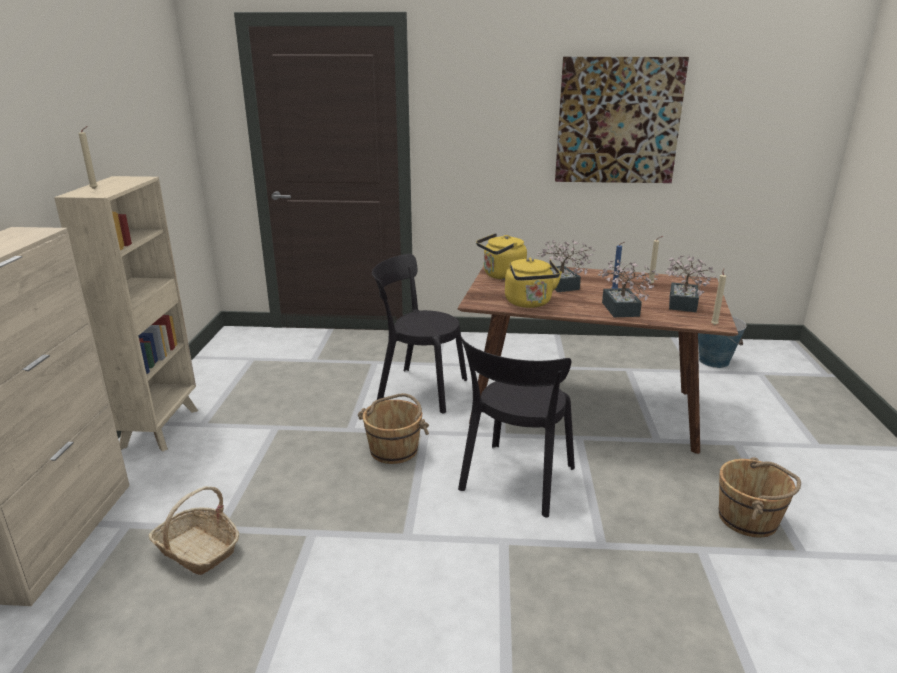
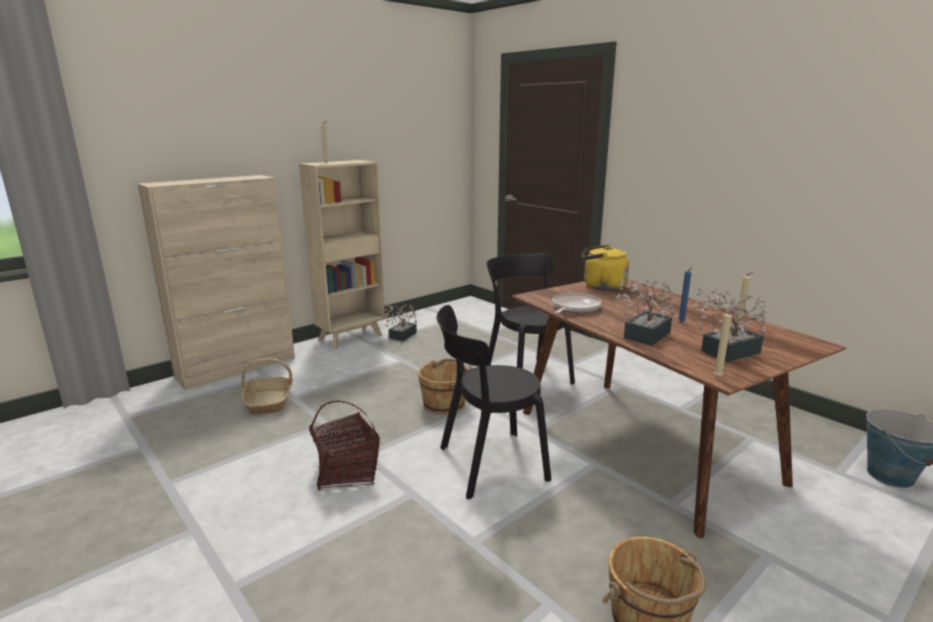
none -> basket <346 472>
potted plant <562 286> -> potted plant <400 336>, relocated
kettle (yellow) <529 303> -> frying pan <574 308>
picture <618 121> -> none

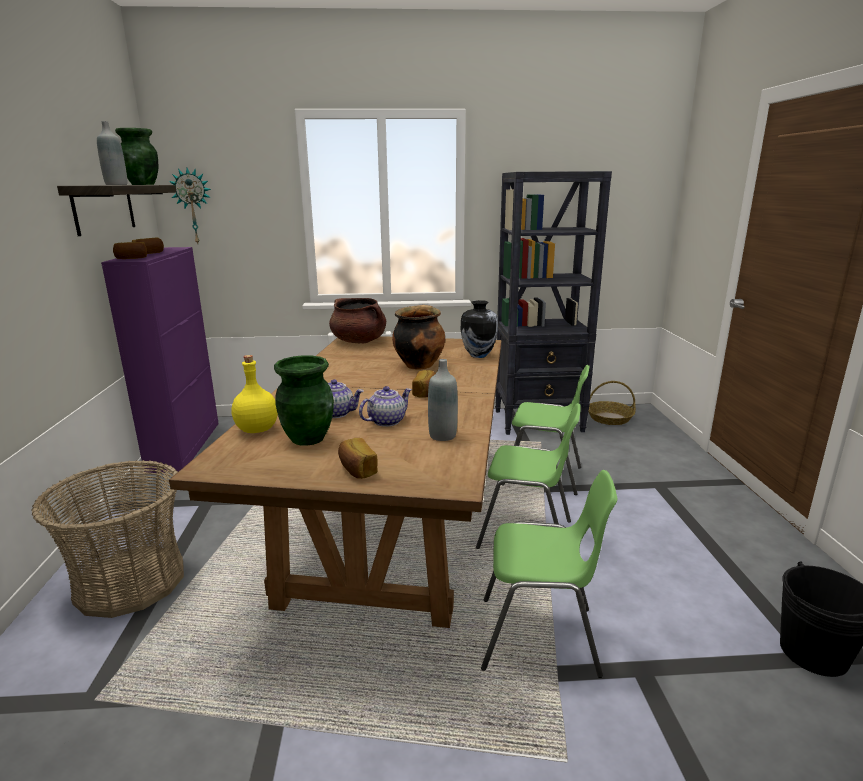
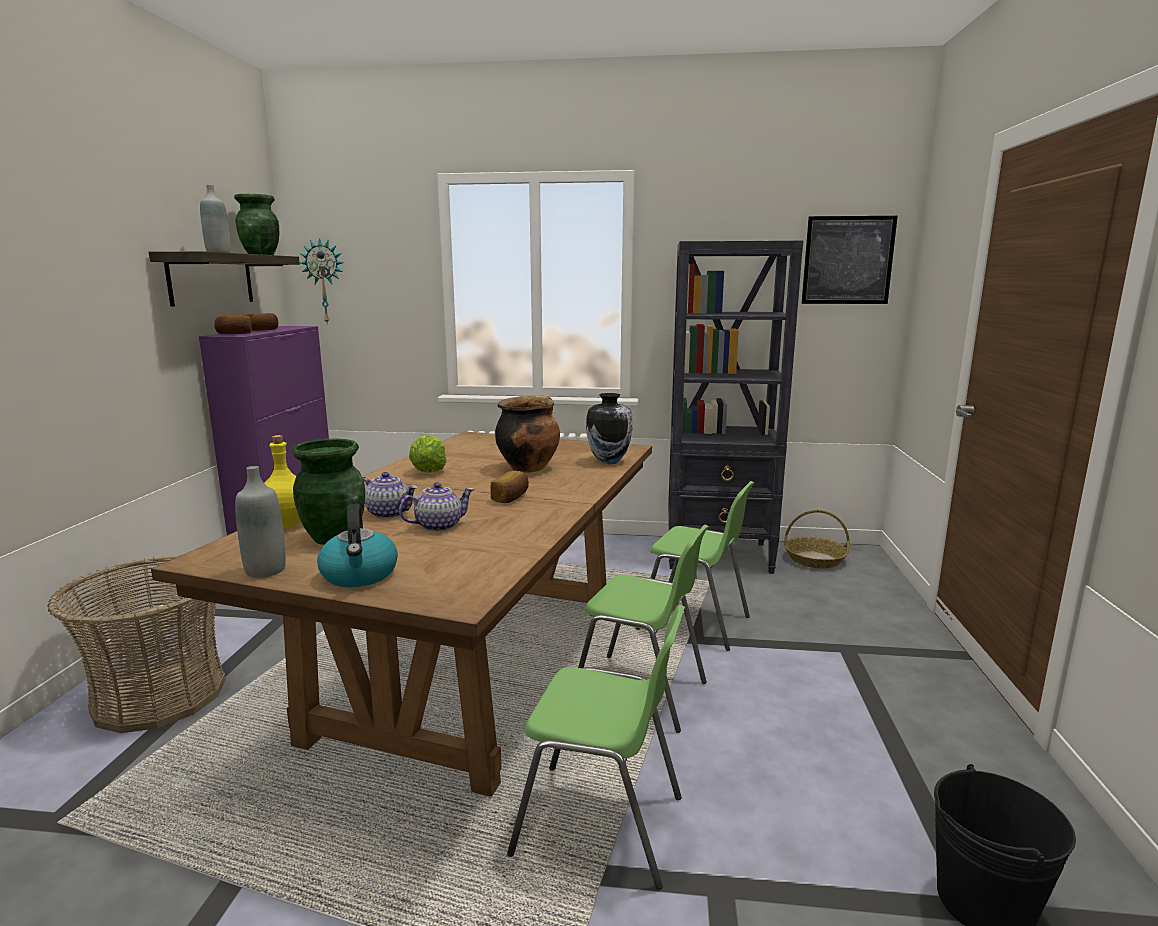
bottle (grey) <442 435> -> bottle (grey) <265 570>, relocated
bread <356 469> -> kettle <360 575>
none -> lettuce <429 471>
none -> picture <848 260>
cooking pot (brown) <359 341> -> none

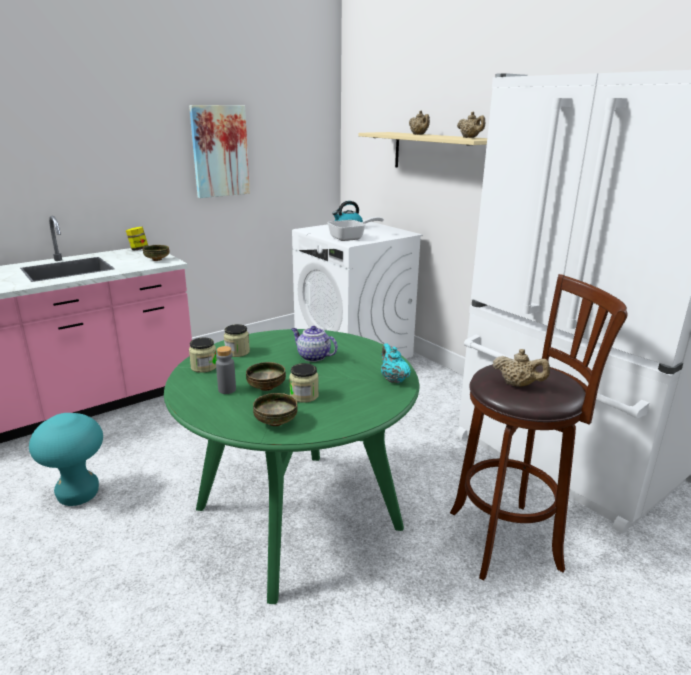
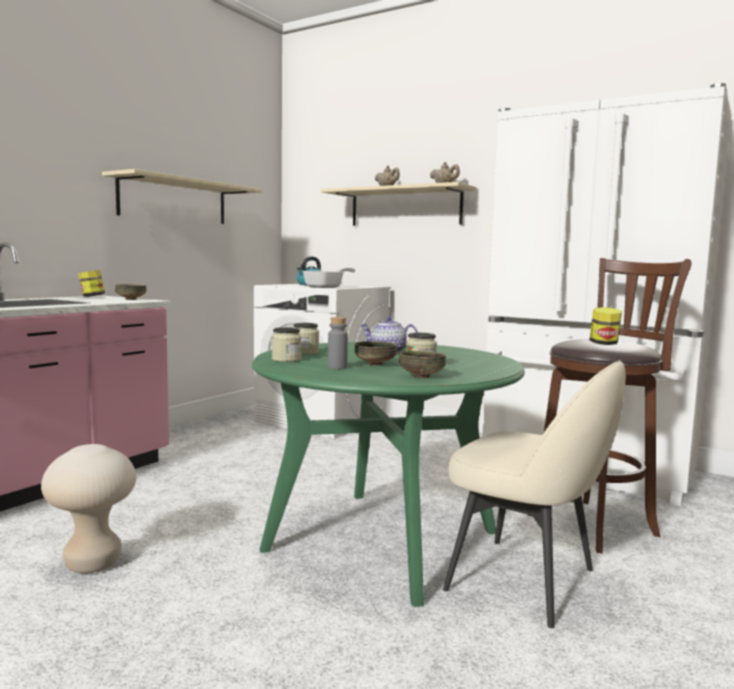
stool (turquoise) <78 495> -> stool (beige) <93 563>
picture <220 151> -> shelf (beige) <174 201>
none -> chair (beige) <525 581>
teapot (beige) <518 385> -> jar <604 344>
teapot (turquoise) <393 379> -> none

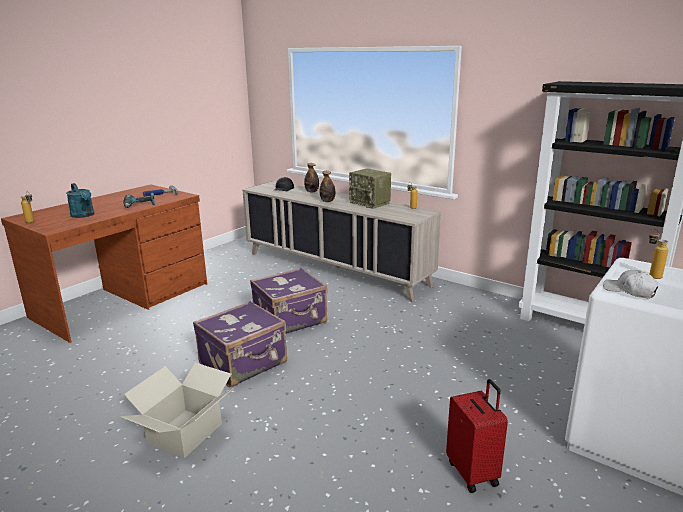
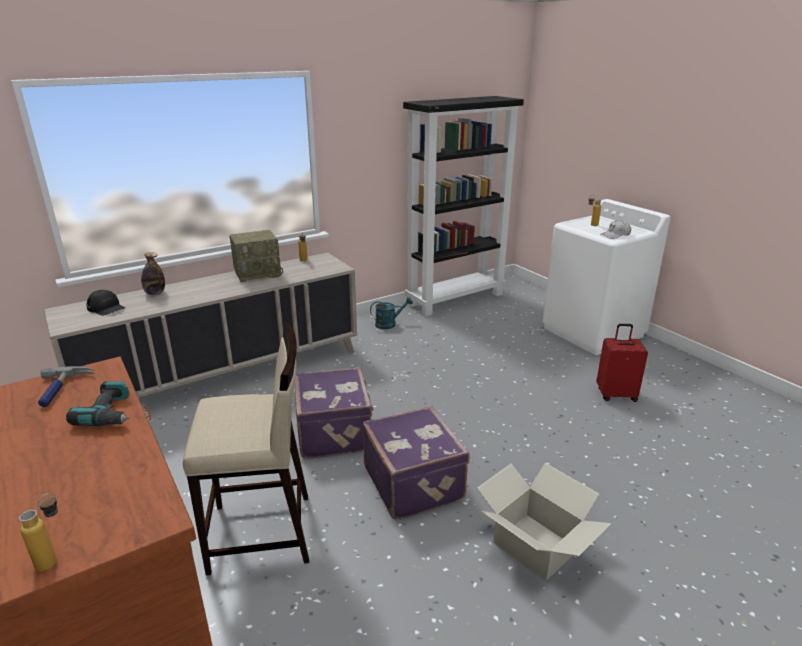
none -> stool (beige) <262 533>
watering can (turquoise) <84 215> -> watering can (turquoise) <389 324>, relocated
bottle <327 201> -> none

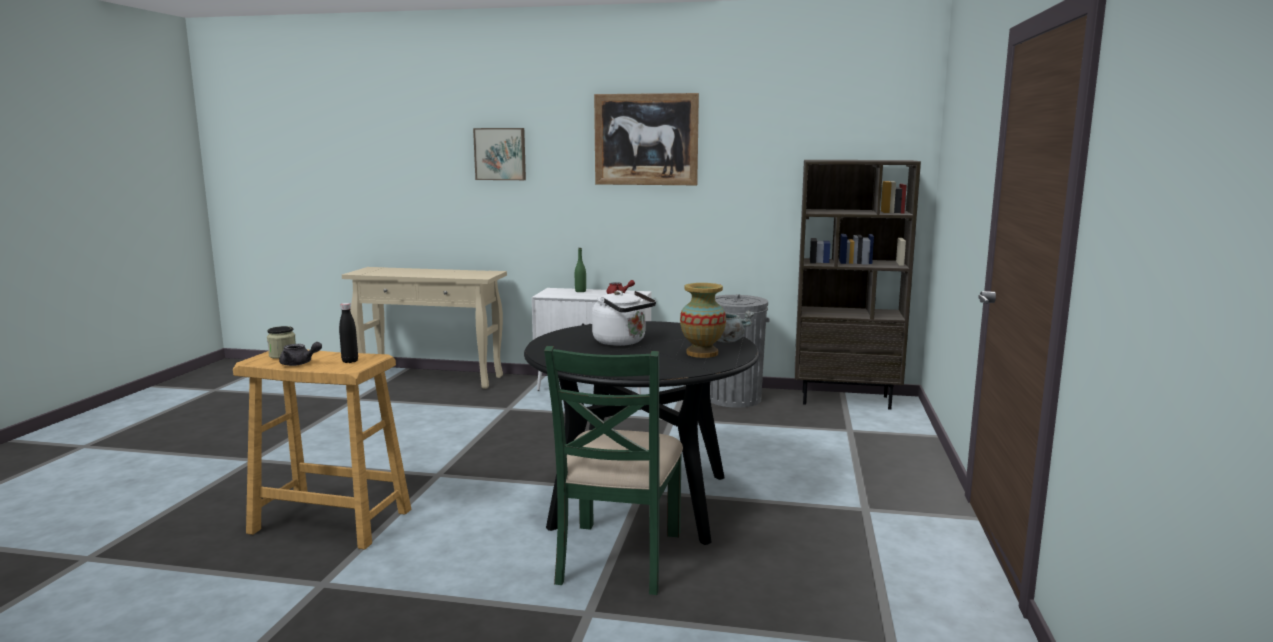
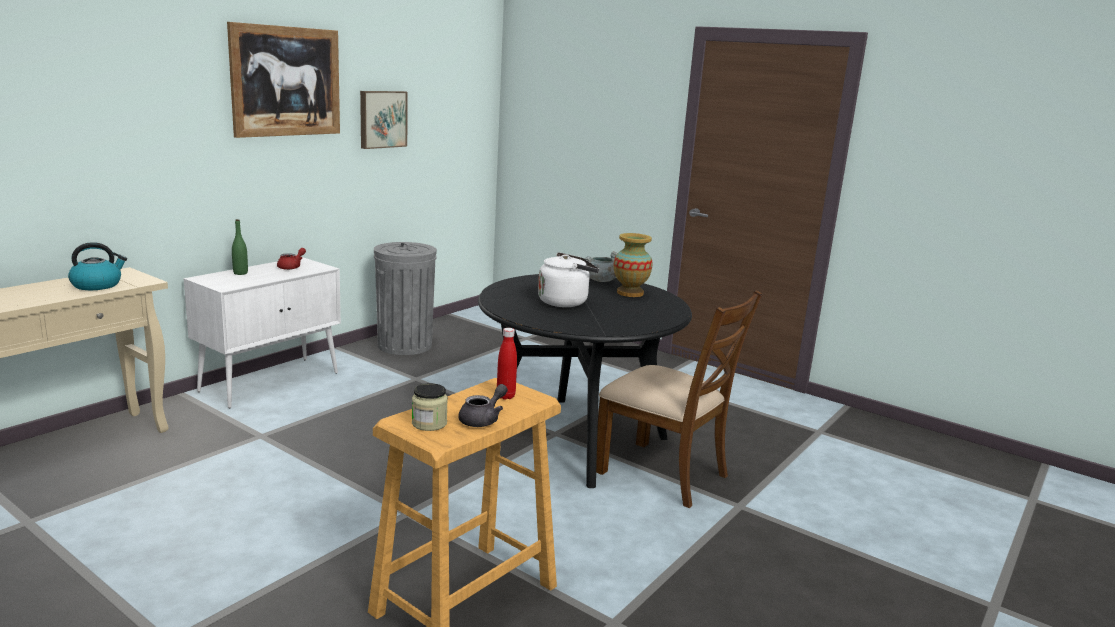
none -> kettle <97 285>
picture <500 154> -> picture <382 119>, relocated
bottle (black) <350 361> -> bottle (red) <505 396>
chair (green) <618 557> -> chair (brown) <663 473>
bookcase (brown) <846 400> -> none

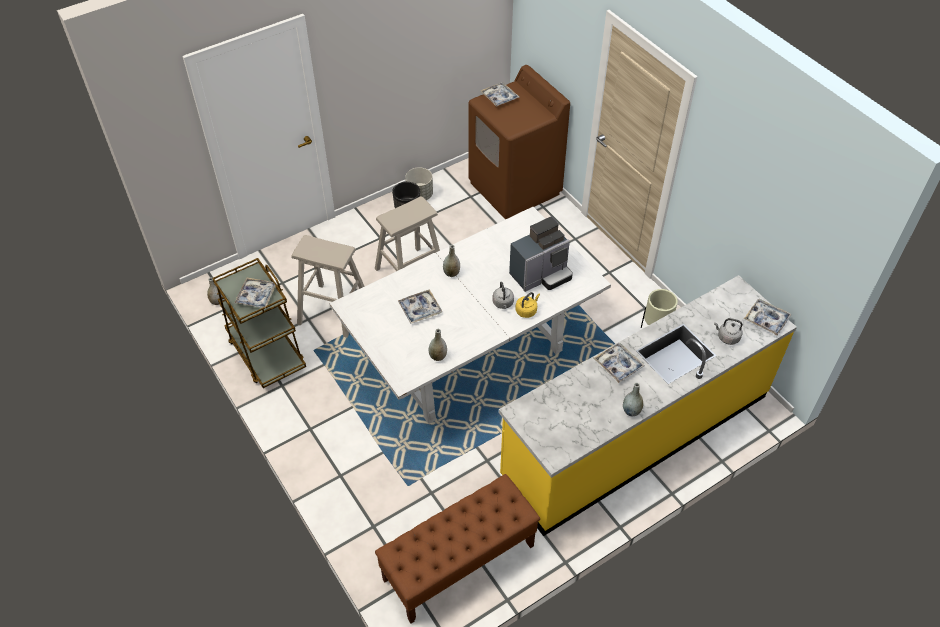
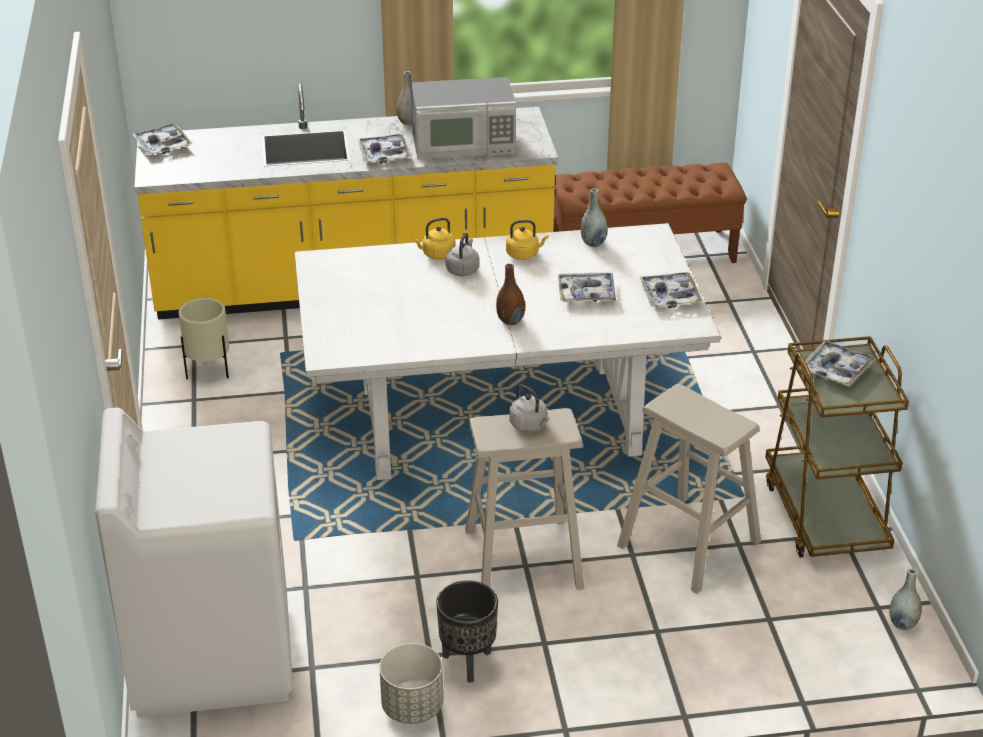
washing machine (brown) <515 188> -> washing machine (white) <211 654>
none -> microwave <464 144>
vase (grey) <451 273> -> vase (brown) <510 320>
none -> kettle (yellow) <524 254>
kettle (grey) <727 337> -> kettle (grey) <529 425>, relocated
tray <499 97> -> tray <670 296>, relocated
coffee machine <541 275> -> none

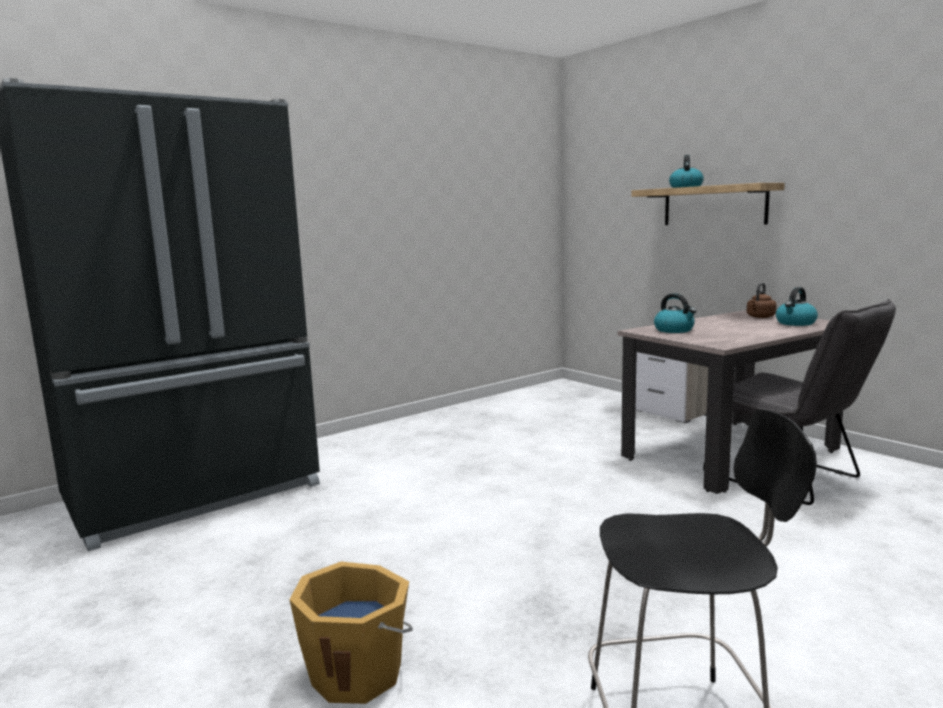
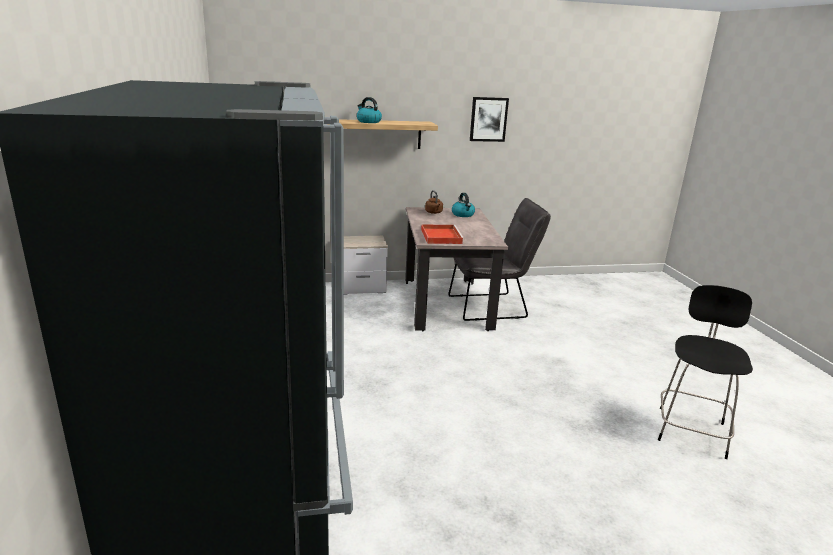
kettle <674 330> -> tray (red) <440 236>
none -> picture <488 119>
bucket (orange) <358 672> -> none

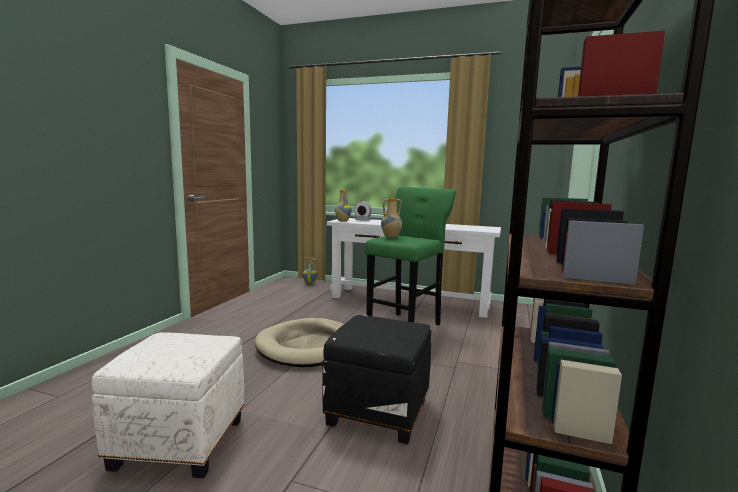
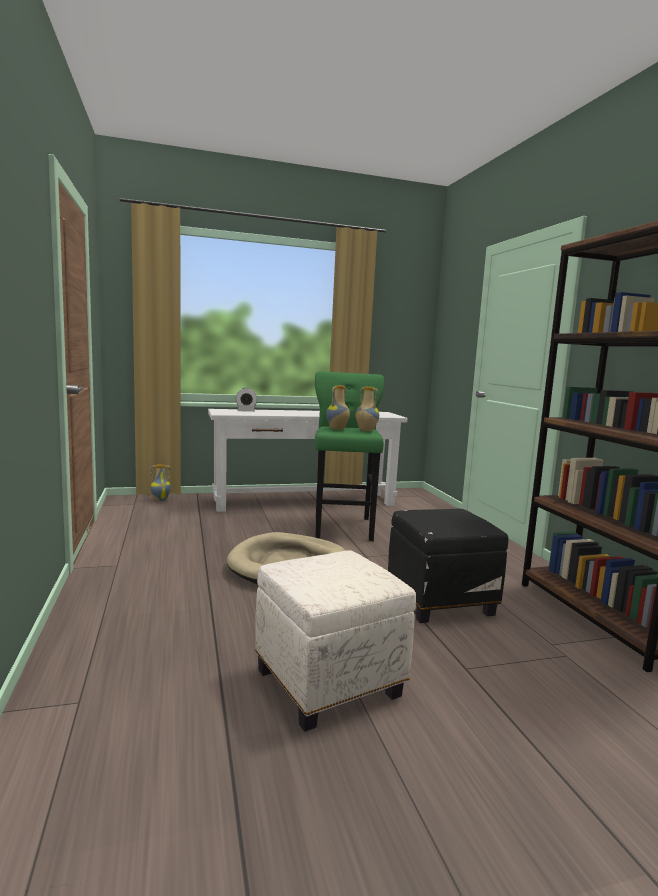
vase <342 221> -> vase <365 430>, relocated

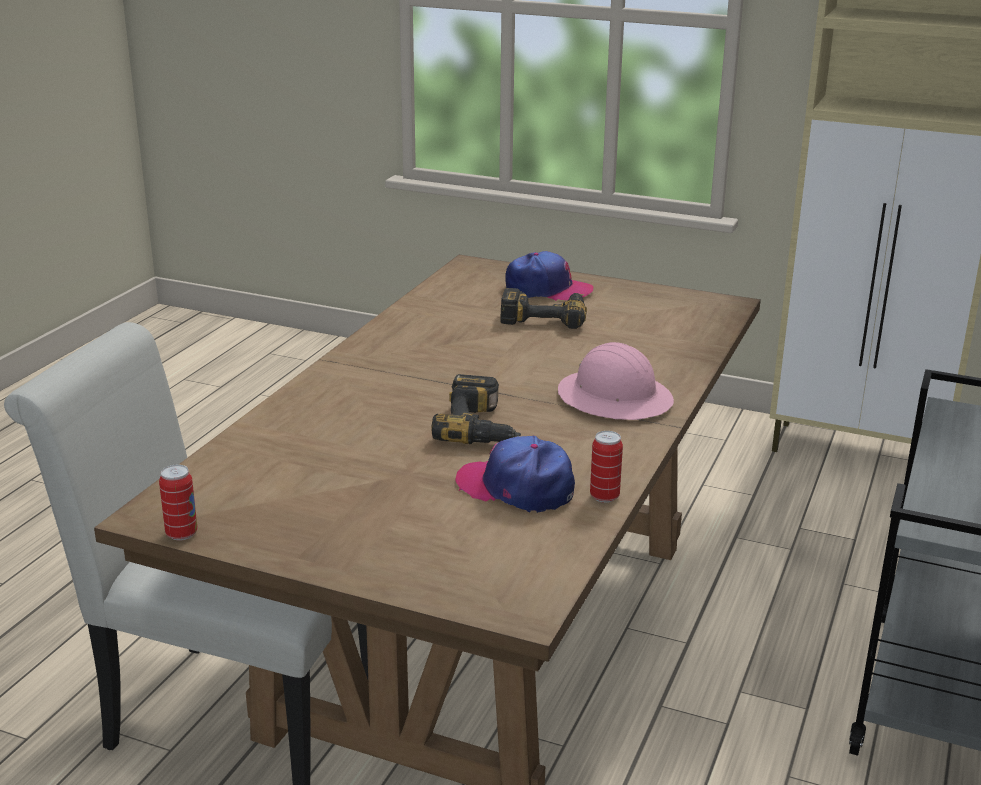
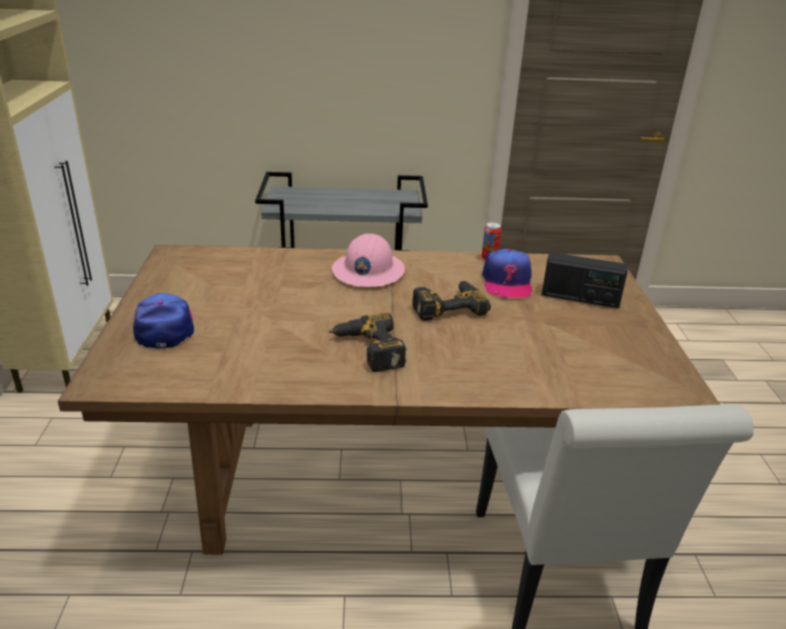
power drill <544 316> -> power drill <367 350>, relocated
none -> radio <580 298>
can <181 534> -> none

